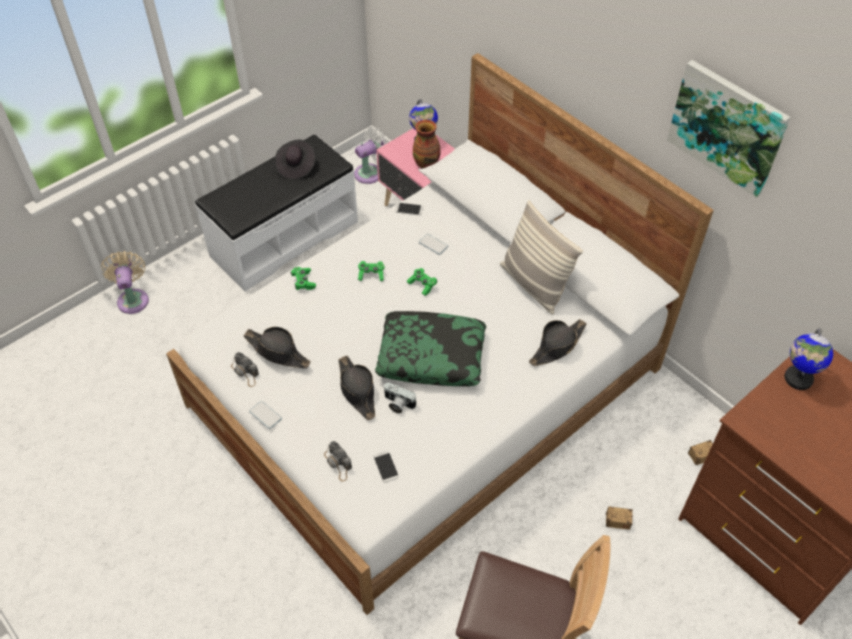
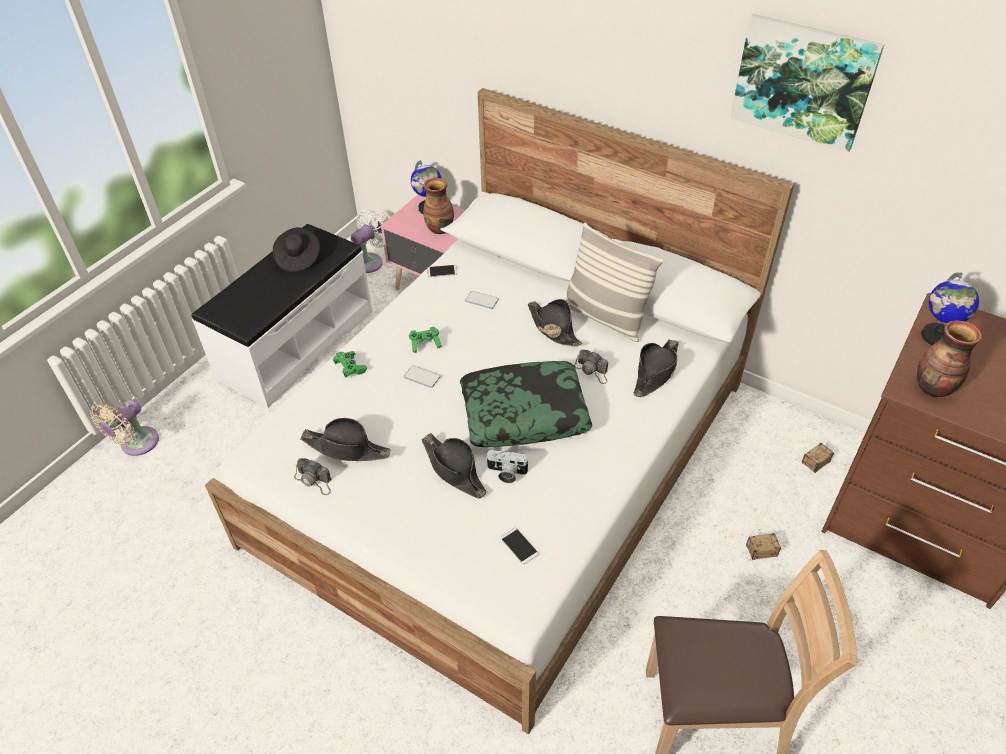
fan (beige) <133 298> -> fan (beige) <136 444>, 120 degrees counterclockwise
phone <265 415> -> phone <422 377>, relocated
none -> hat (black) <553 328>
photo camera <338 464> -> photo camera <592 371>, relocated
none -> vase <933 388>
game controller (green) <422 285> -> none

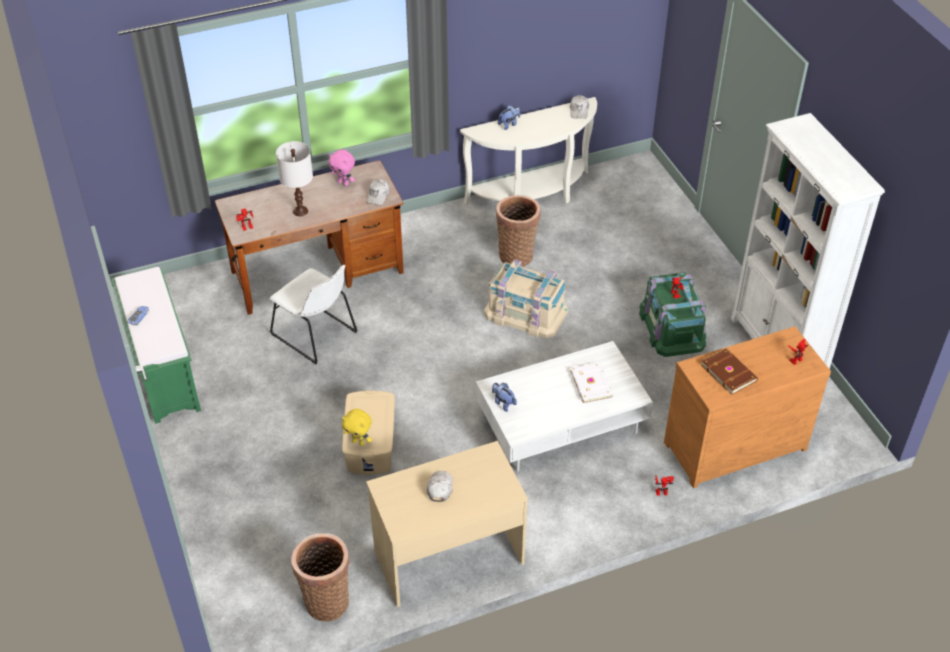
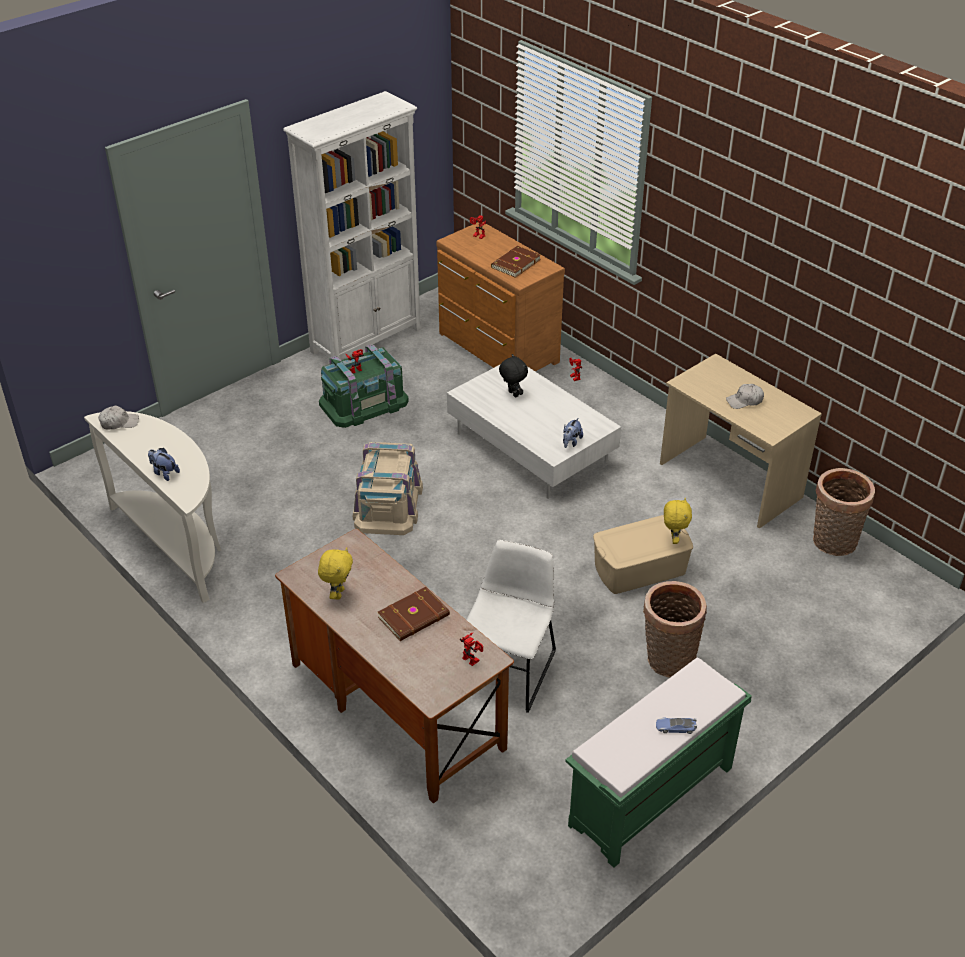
plush toy (pink) <343 183> -> plush toy (yellow) <338 593>
table lamp (white) <300 211> -> book (brown) <414 617>
book (white) <591 384> -> plush toy (black) <512 394>
basket <516 254> -> basket <667 661>, relocated
cap (white) <378 195> -> none

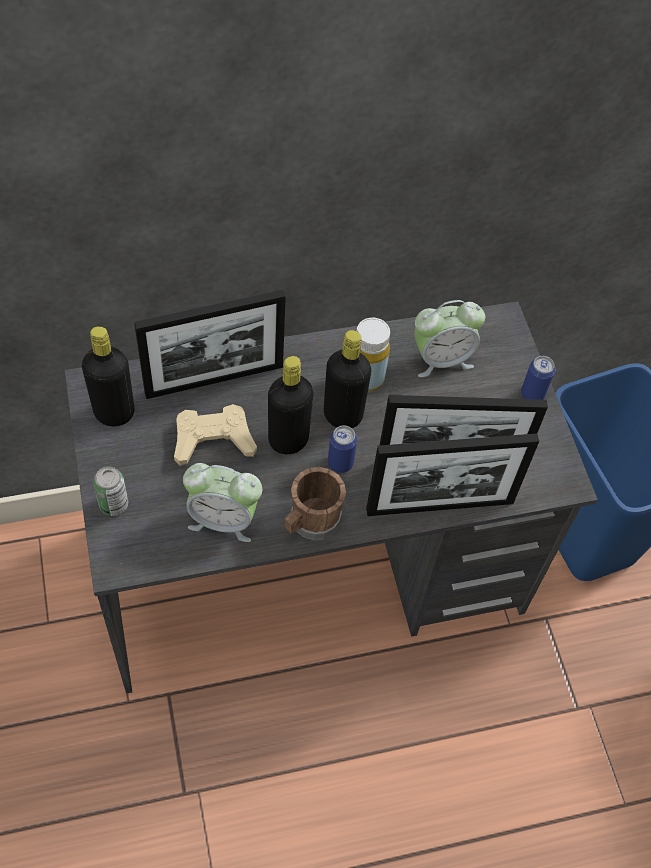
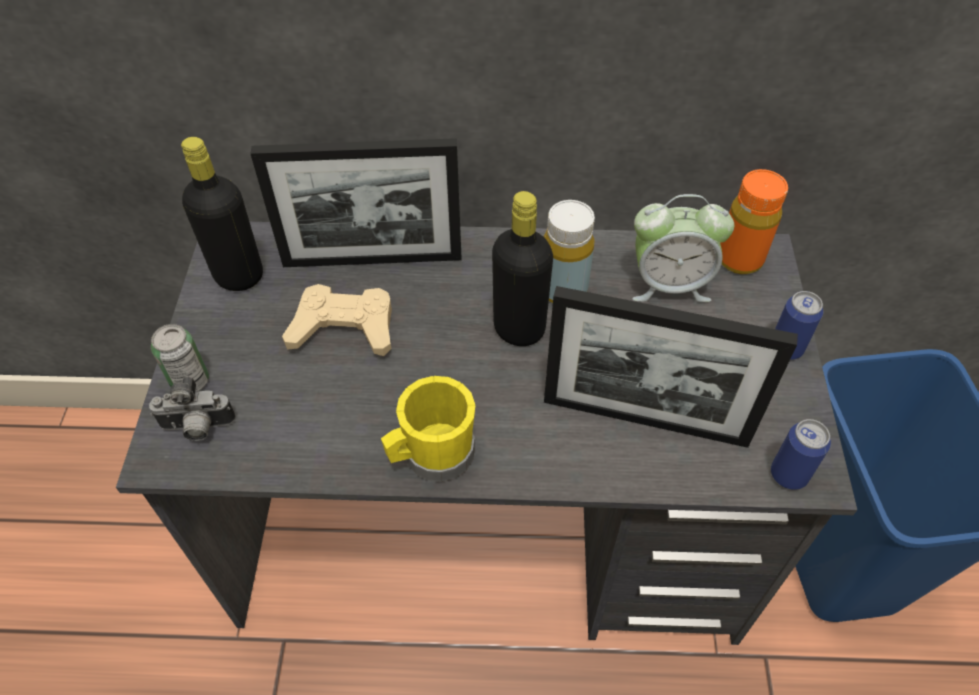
none -> photo camera <197 428>
mug (brown) <310 522> -> mug (yellow) <431 455>
none -> bottle (orange) <739 259>
can <340 463> -> can <788 474>, relocated
alarm clock <223 519> -> none
bottle (black) <288 440> -> none
picture frame <440 506> -> none

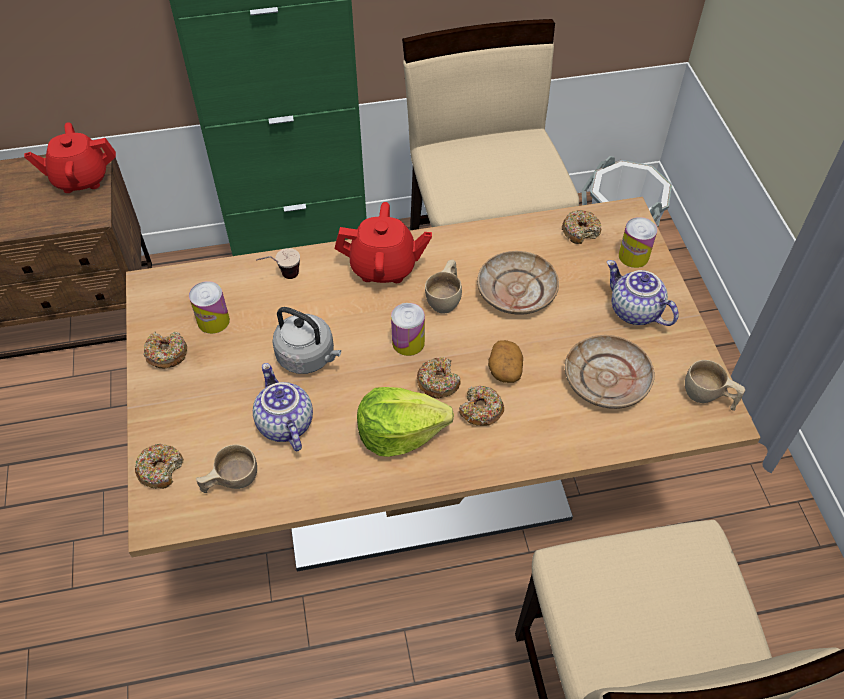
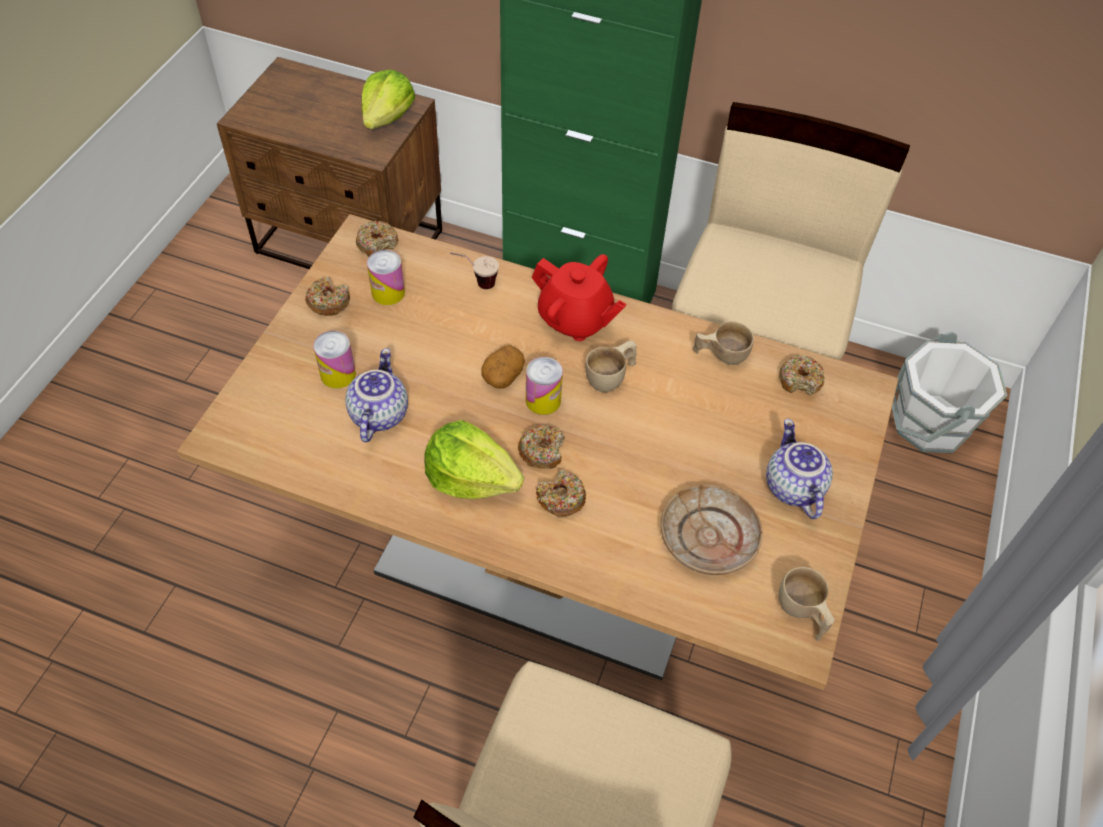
can <633 256> -> can <338 374>, relocated
donut <160 469> -> donut <377 243>, relocated
teapot (red) <80 179> -> lettuce <387 117>
potato <504 369> -> potato <503 374>, relocated
cup (beige) <230 481> -> cup (beige) <720 355>, relocated
kettle (grey) <308 357> -> none
plate (beige) <516 291> -> none

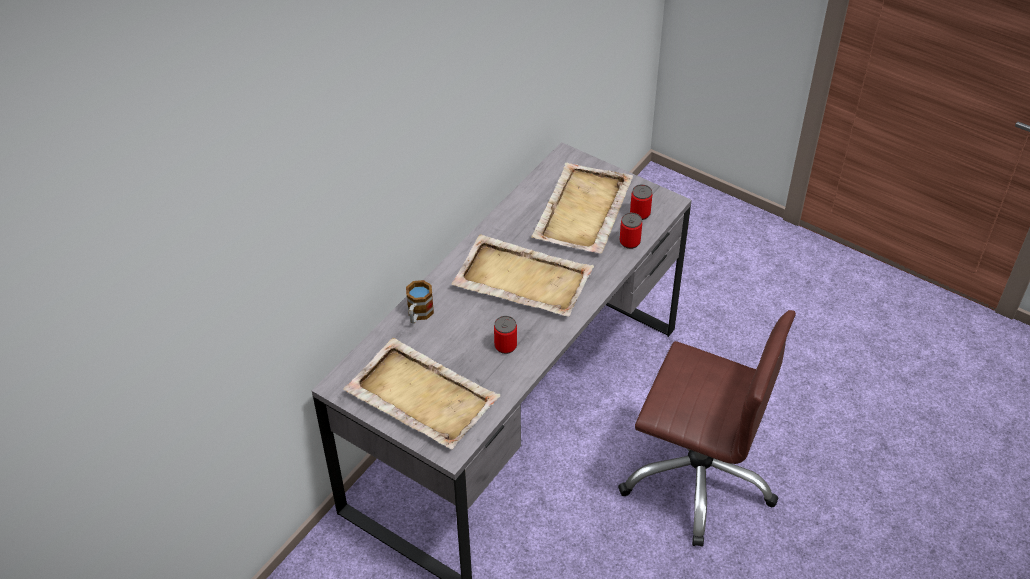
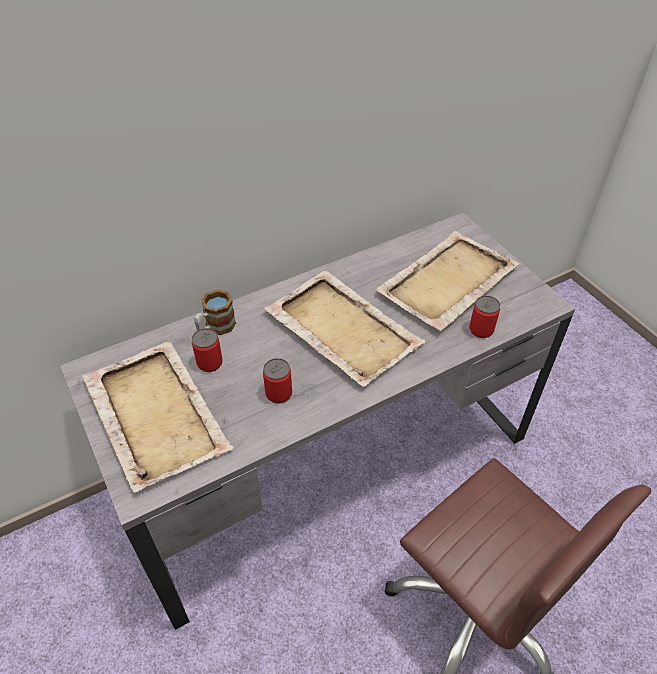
can <640 213> -> can <210 363>, relocated

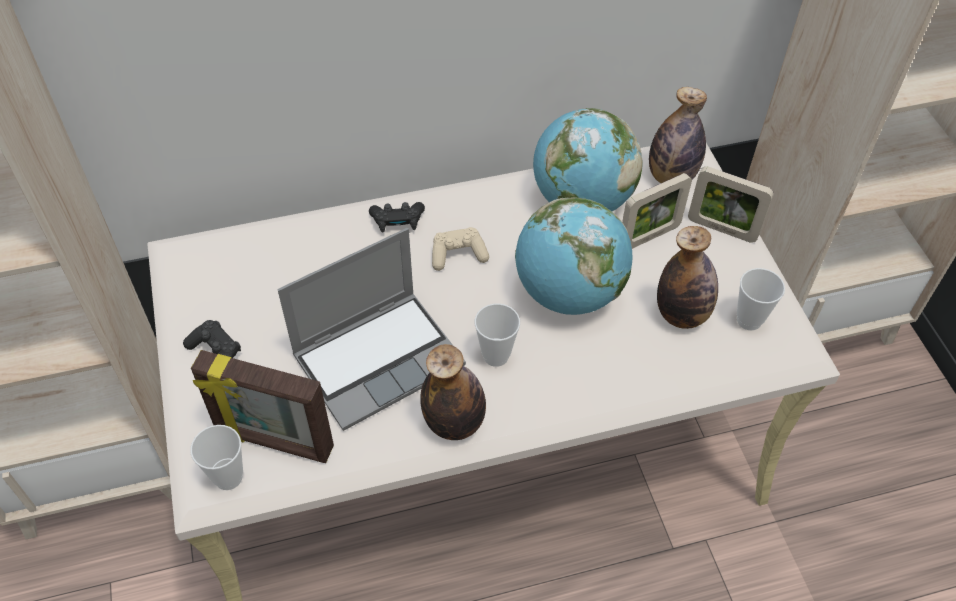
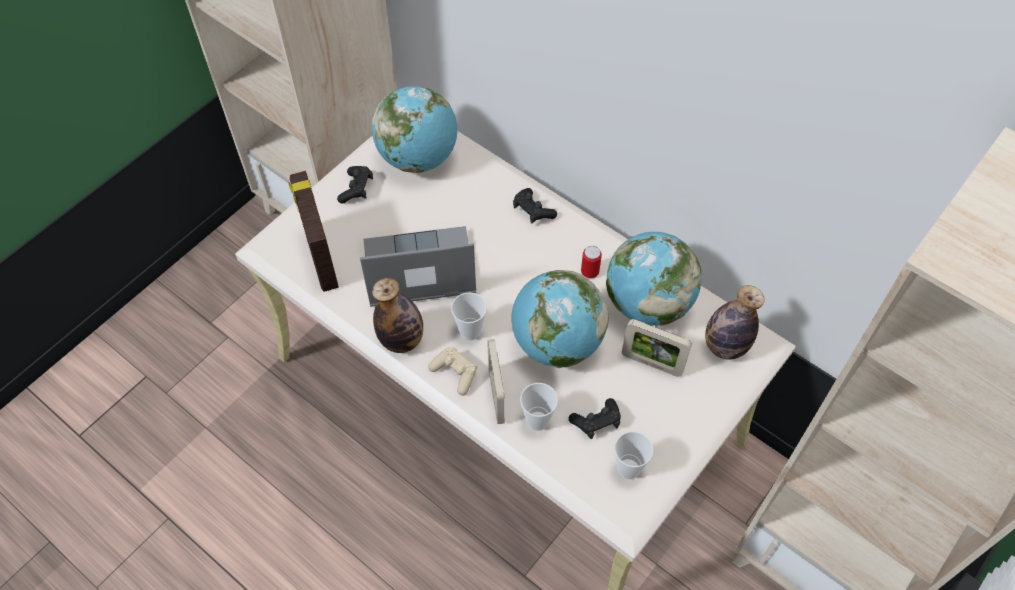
laptop <379 358> -> laptop <418 270>, 150 degrees clockwise
none -> globe <418 157>
game controller (beige) <458 255> -> game controller (beige) <455 373>, relocated
picture frame <722 229> -> picture frame <496 396>, relocated
cup <228 477> -> cup <537 421>, relocated
bottle <681 314> -> game controller (black) <596 422>
none -> can <590 272>

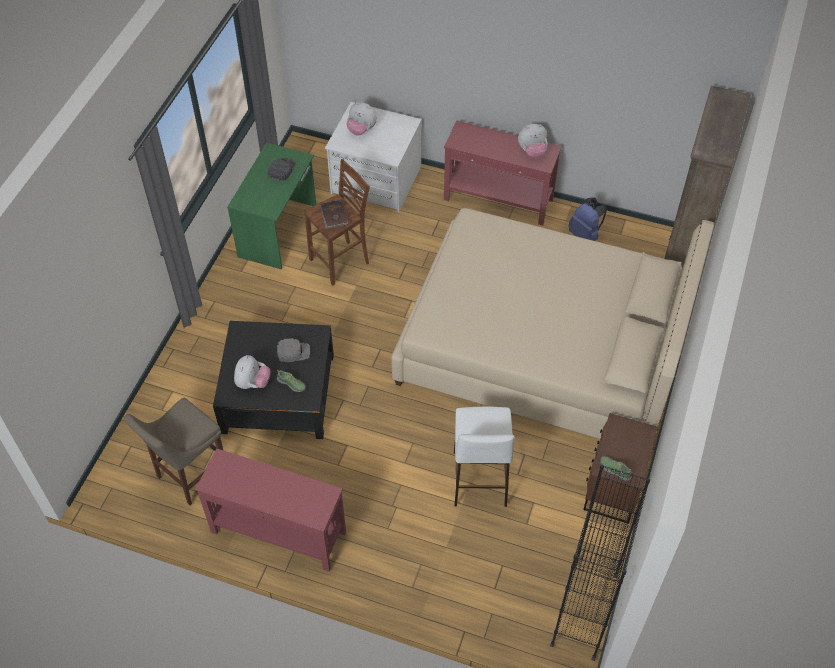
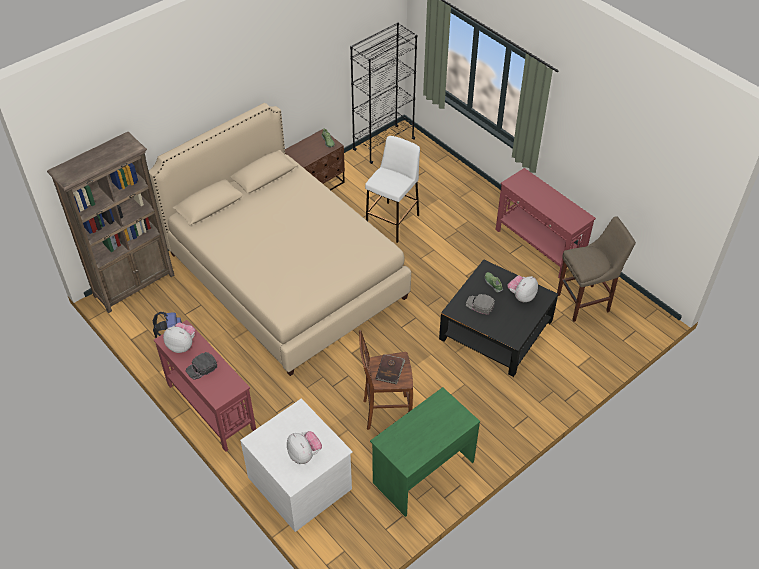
cap (black) <281 170> -> cap (black) <201 368>, relocated

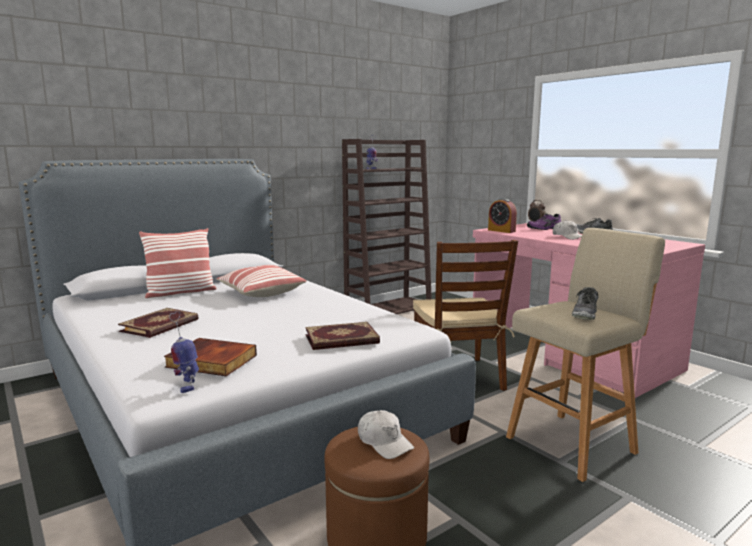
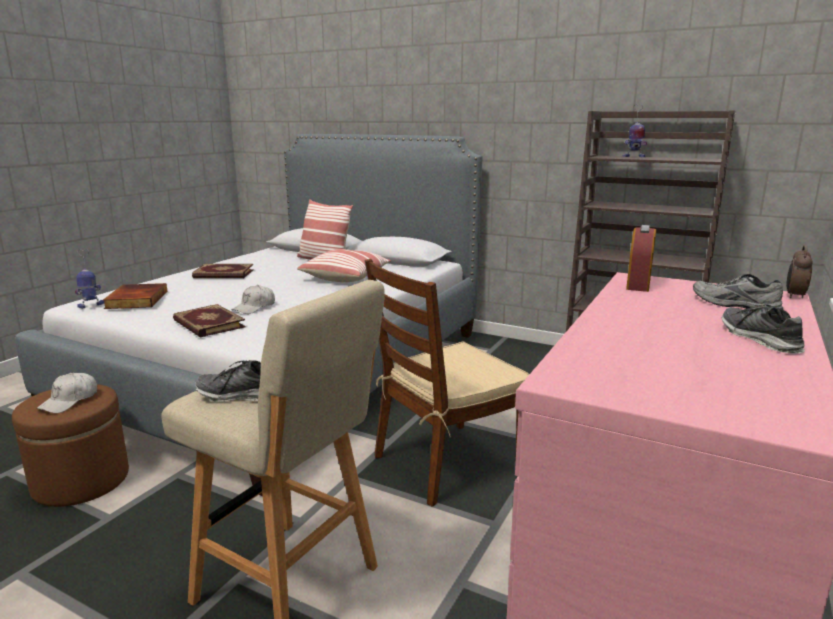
cap (white) <568 237> -> cap (white) <254 307>, relocated
shoe (purple) <545 229> -> shoe (grey) <733 305>

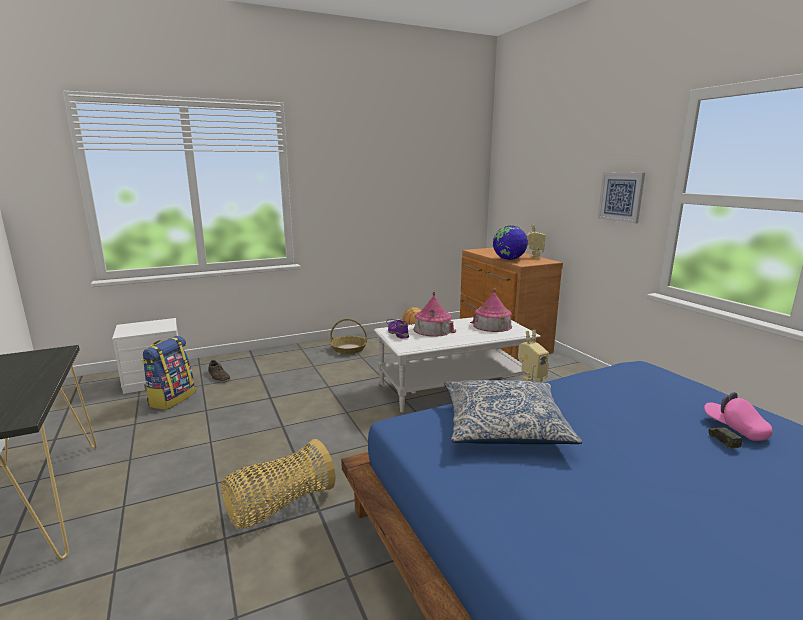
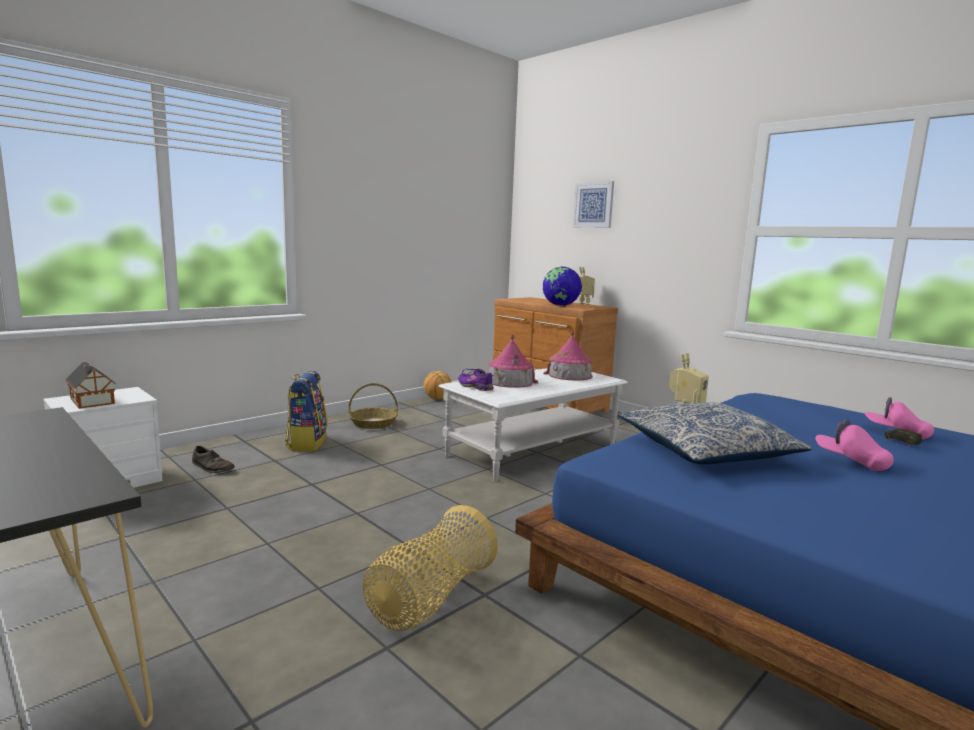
none -> toy house <92 401>
backpack <171 399> -> backpack <306 443>, relocated
picture <621 197> -> picture <593 205>, relocated
none -> cap (pink) <851 461>

